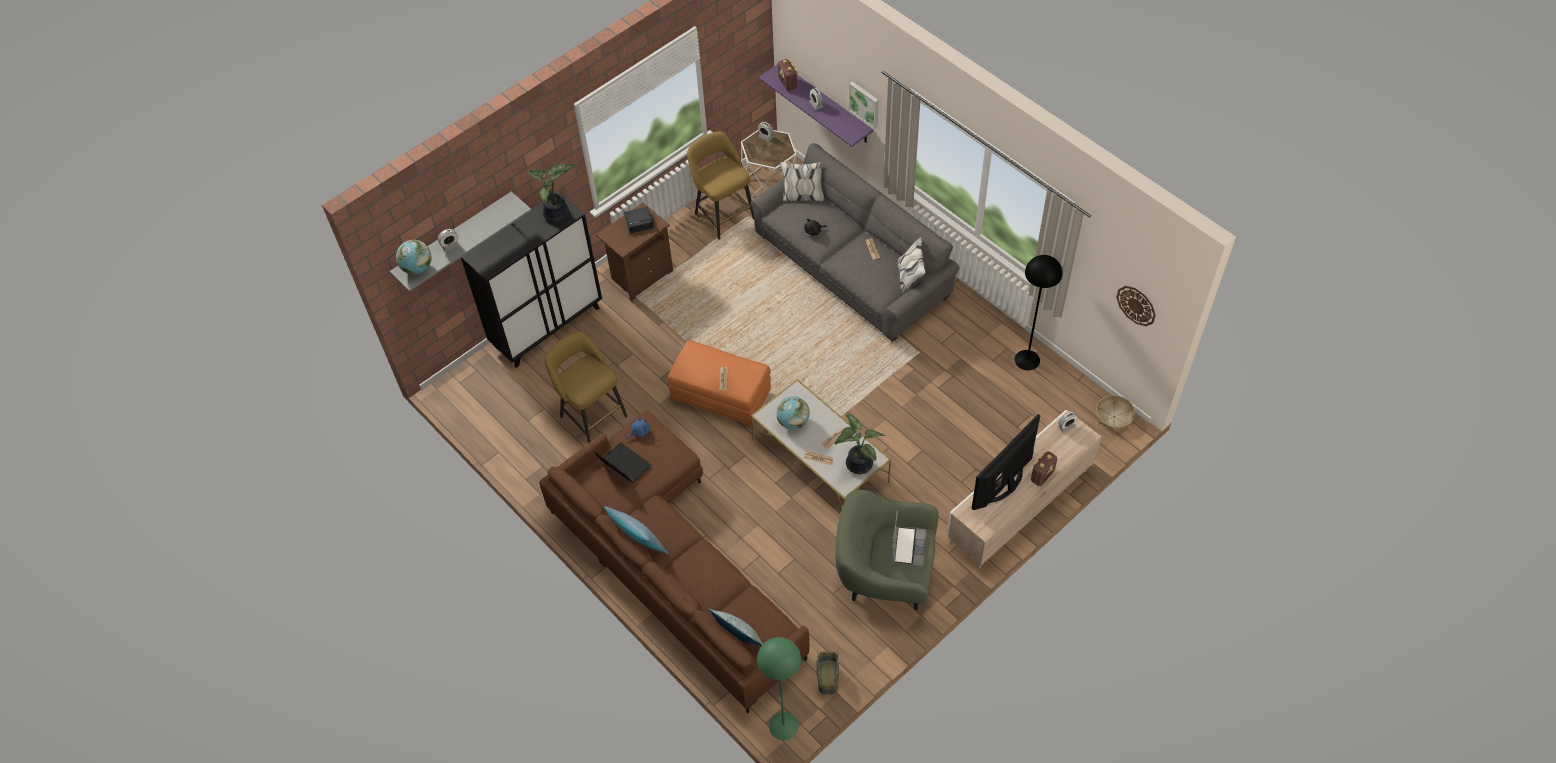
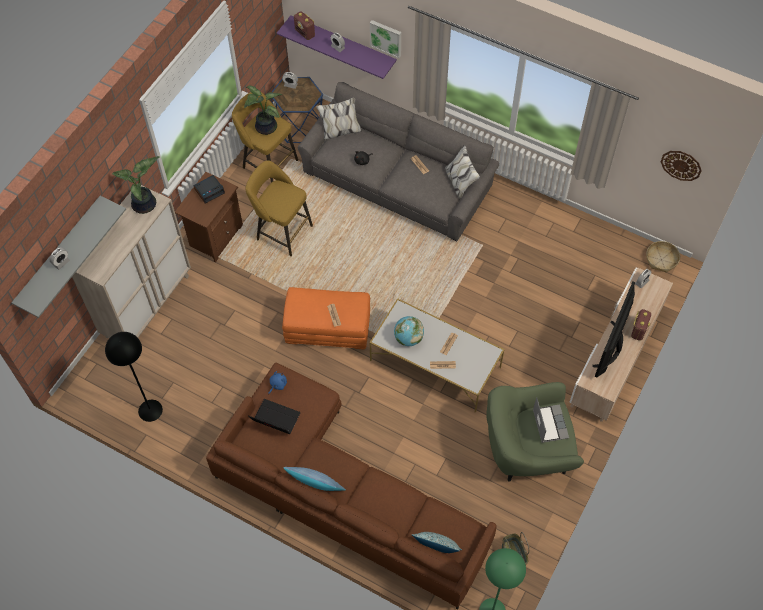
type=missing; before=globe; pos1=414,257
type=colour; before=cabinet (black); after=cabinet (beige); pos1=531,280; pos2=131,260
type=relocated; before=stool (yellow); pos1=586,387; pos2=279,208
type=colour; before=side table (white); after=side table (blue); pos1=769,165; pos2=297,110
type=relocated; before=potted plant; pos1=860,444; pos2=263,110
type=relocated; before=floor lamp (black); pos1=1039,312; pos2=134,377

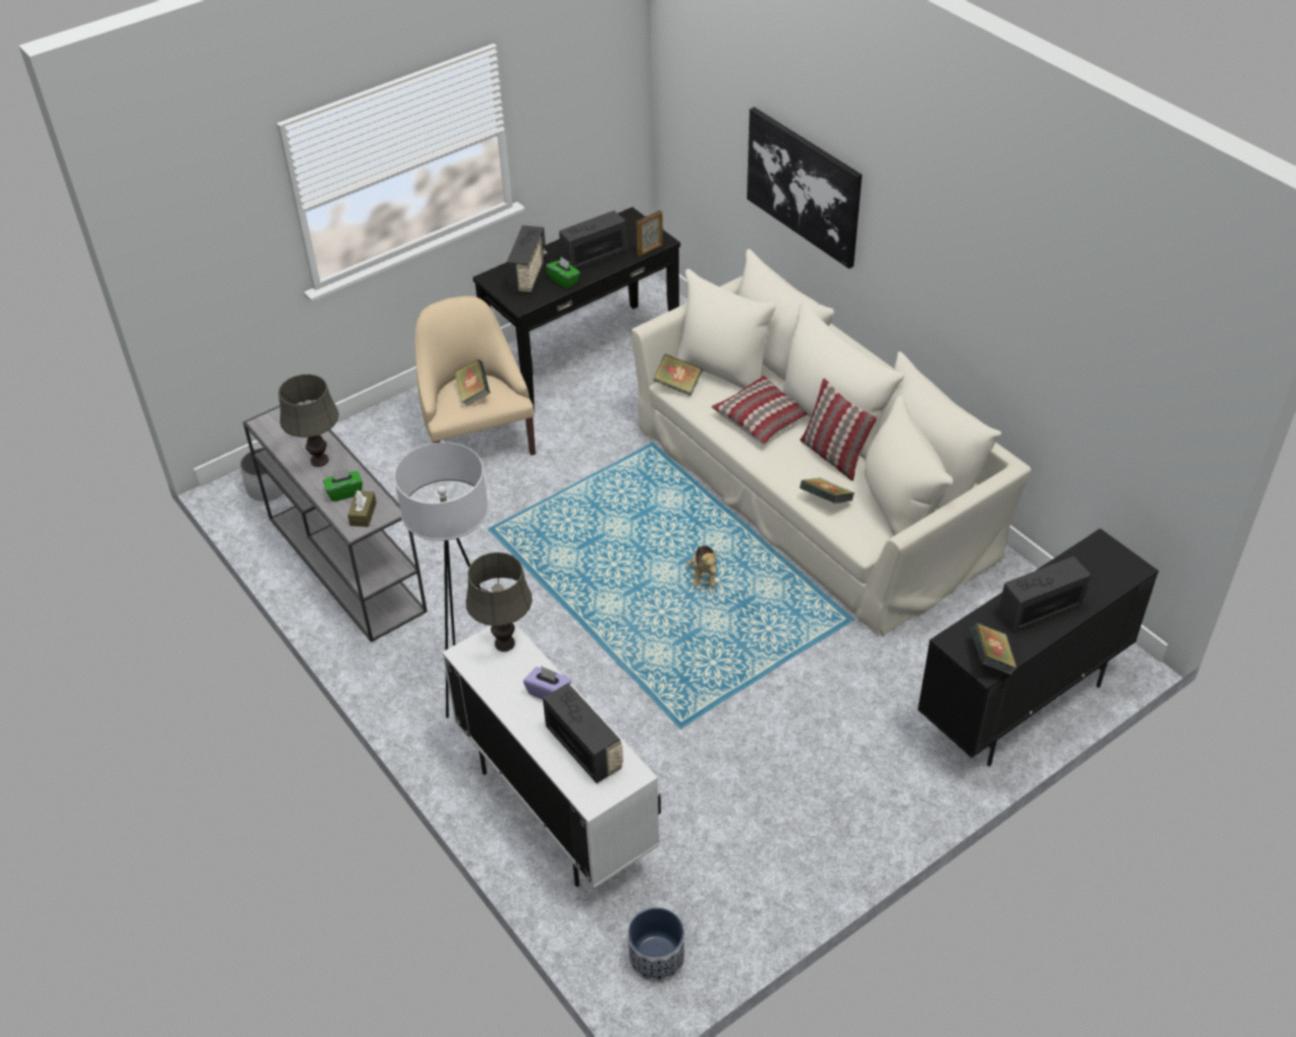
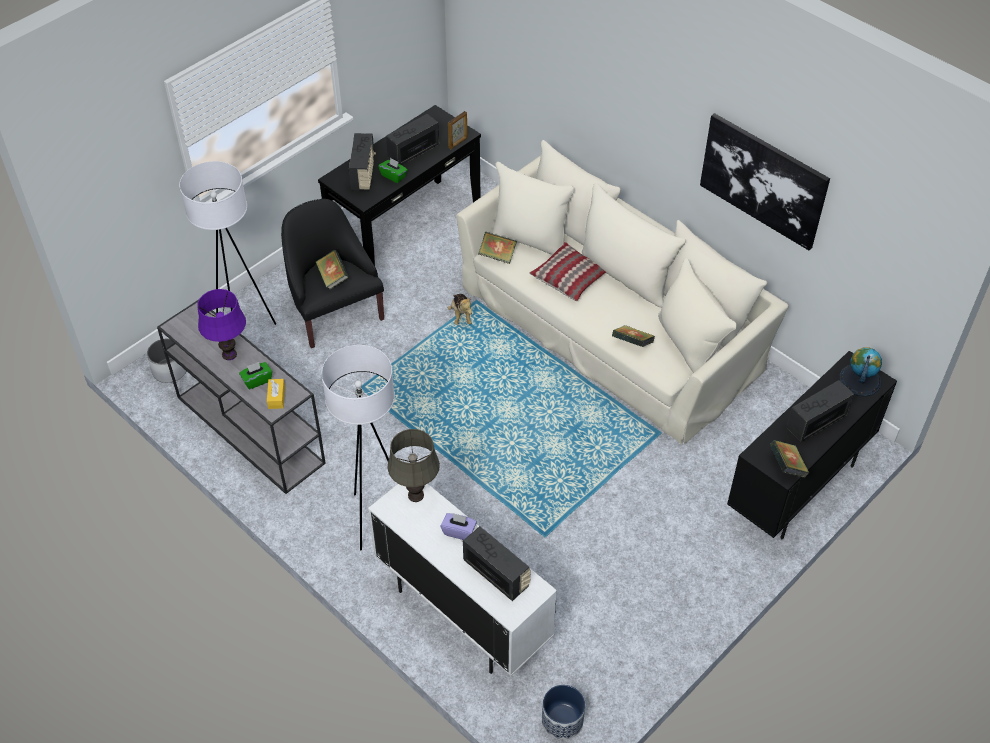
type=colour; before=table lamp (grey); after=table lamp (purple); pos1=308,420; pos2=221,324
type=colour; before=tissue box (brown); after=tissue box (yellow); pos1=362,508; pos2=276,394
type=colour; before=armchair (beige); after=armchair (black); pos1=475,375; pos2=332,273
type=relocated; before=plush toy; pos1=701,567; pos2=460,309
type=relocated; before=picture; pos1=804,188; pos2=765,181
type=missing; before=pillow; pos1=838,429
type=appeared; after=floor lamp (white); pos2=227,243
type=appeared; after=globe; pos2=860,372

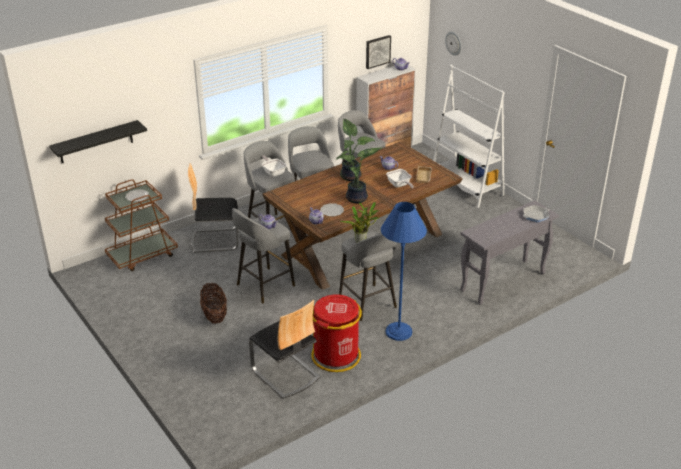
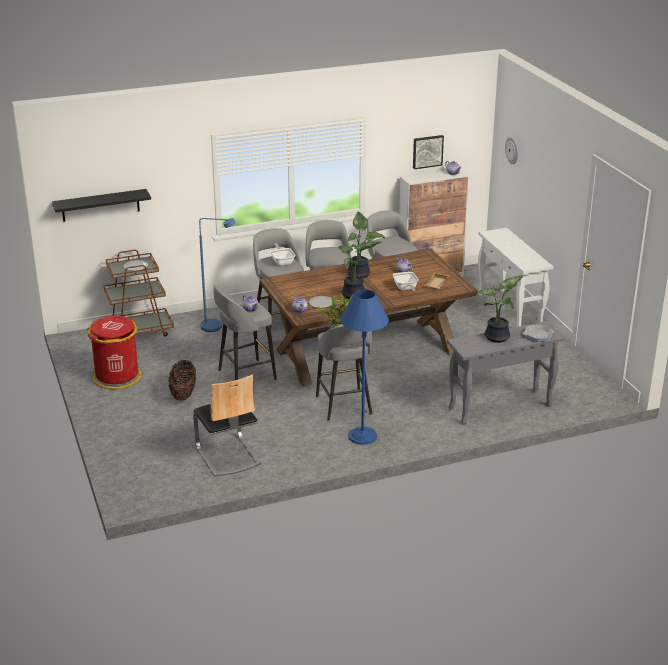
type=exchanged; before=chair; after=floor lamp (blue); pos1=213,208; pos2=217,275
type=relocated; before=trash can (red); pos1=336,333; pos2=114,352
type=exchanged; before=bookcase (white); after=console table (white); pos1=469,136; pos2=515,277
type=appeared; after=potted plant; pos2=501,309

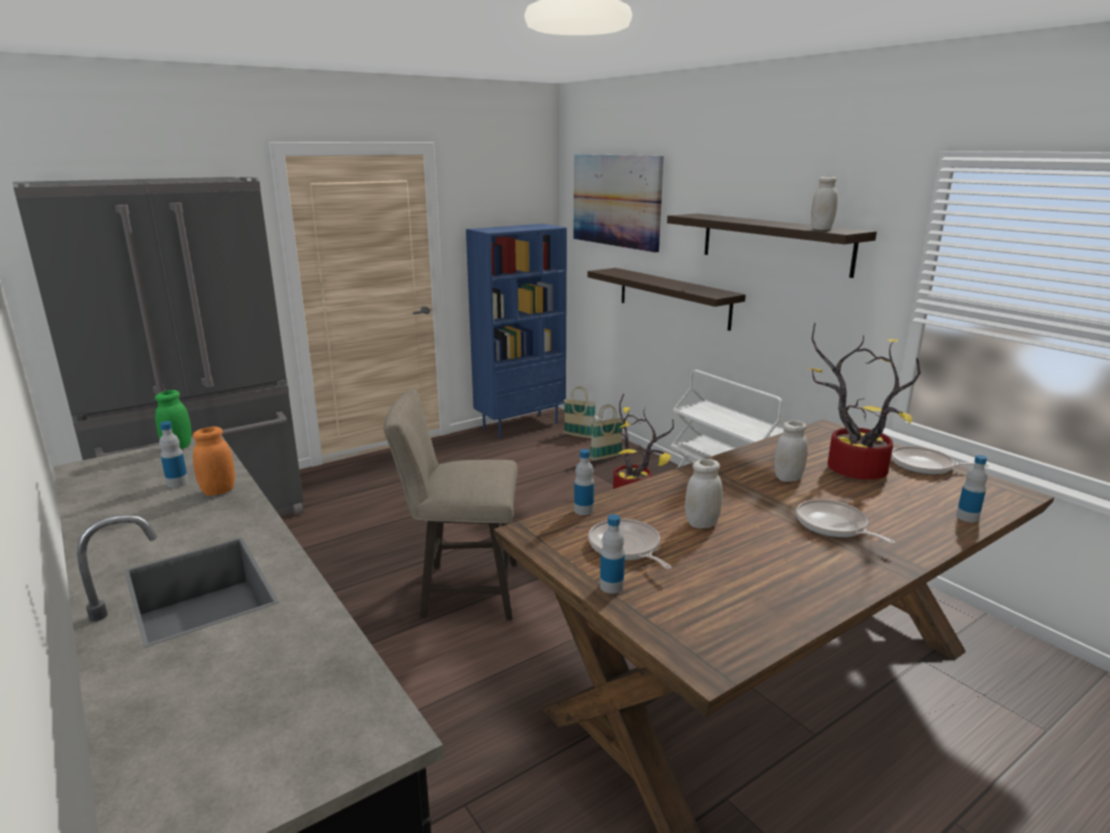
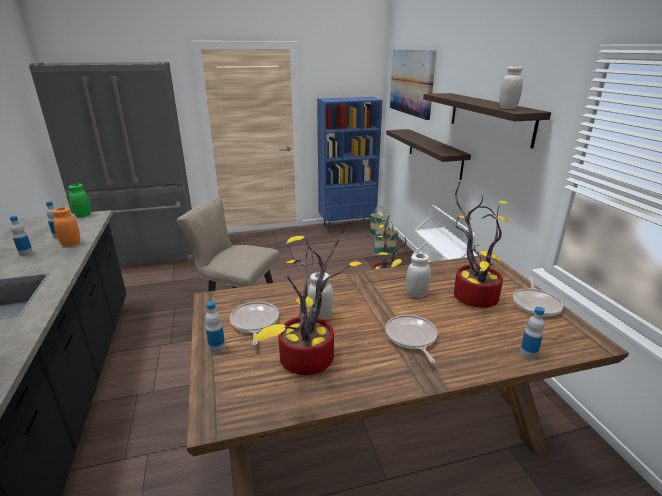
type=relocated; before=bottle; pos1=584,482; pos2=21,236
type=spun; before=frying pan; pos1=940,460; pos2=538,296; turn=-120
type=appeared; after=potted plant; pos2=307,298

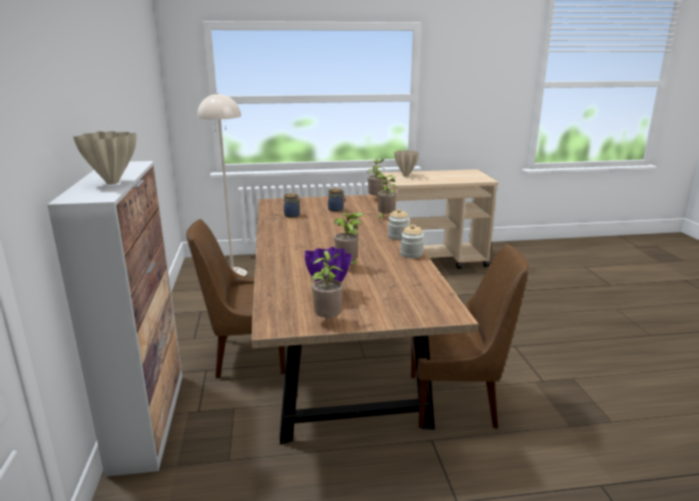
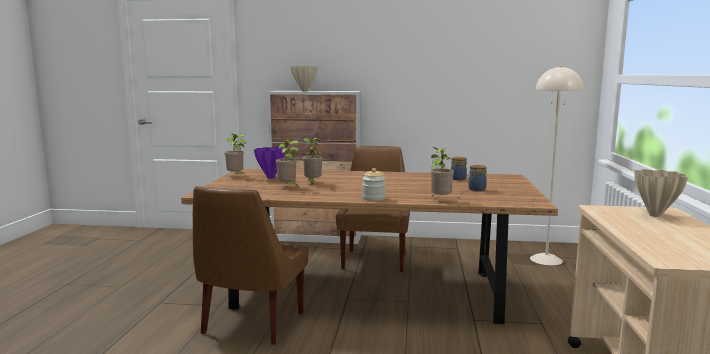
type=relocated; before=potted plant; pos1=375,177; pos2=287,164
type=missing; before=jar; pos1=412,241

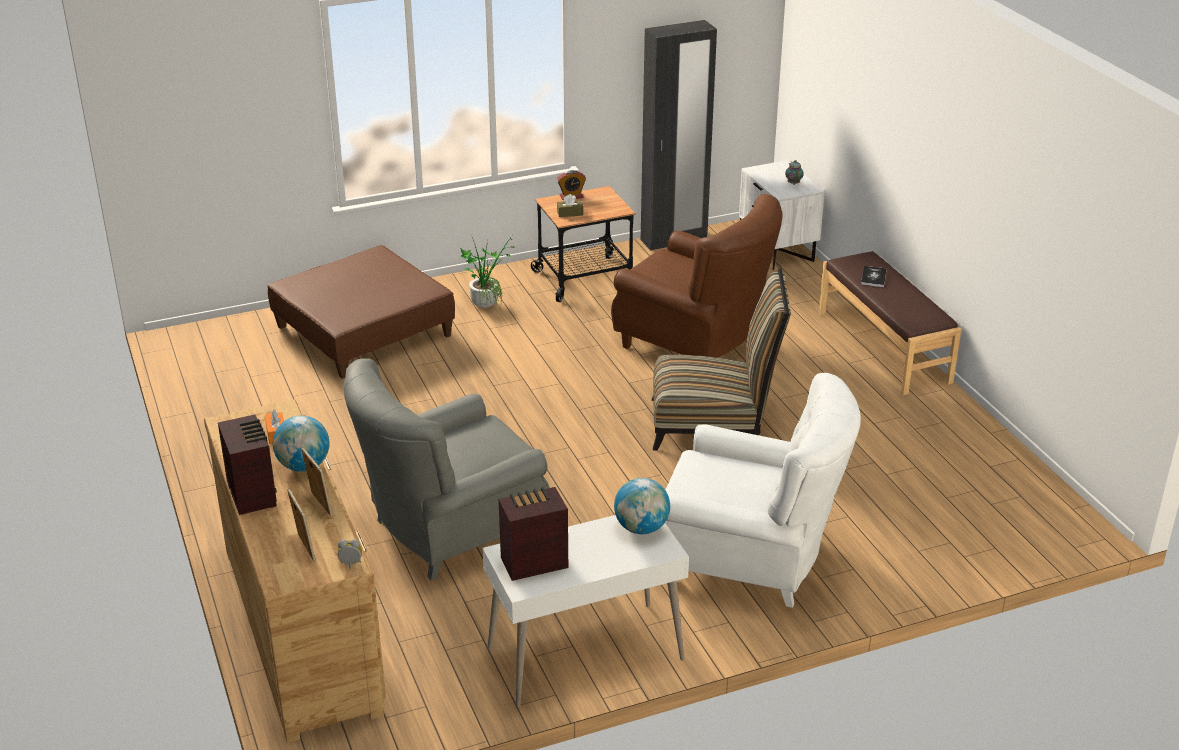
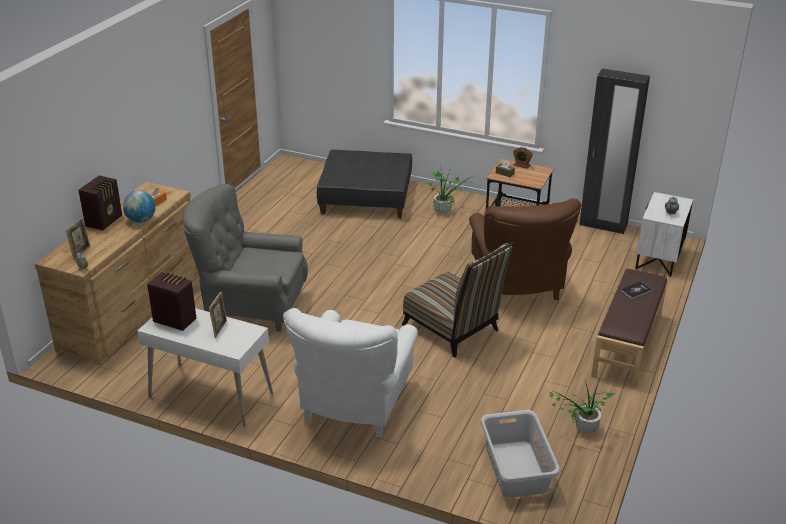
type=colour; before=ottoman (brown); after=ottoman (grey); pos1=361,312; pos2=364,184
type=relocated; before=picture frame; pos1=317,482; pos2=218,315
type=missing; before=globe; pos1=642,506
type=spun; before=armchair (white); pos1=763,490; pos2=350,373; turn=45
type=appeared; after=laundry basket (grey); pos2=520,454
type=appeared; after=potted plant; pos2=582,407

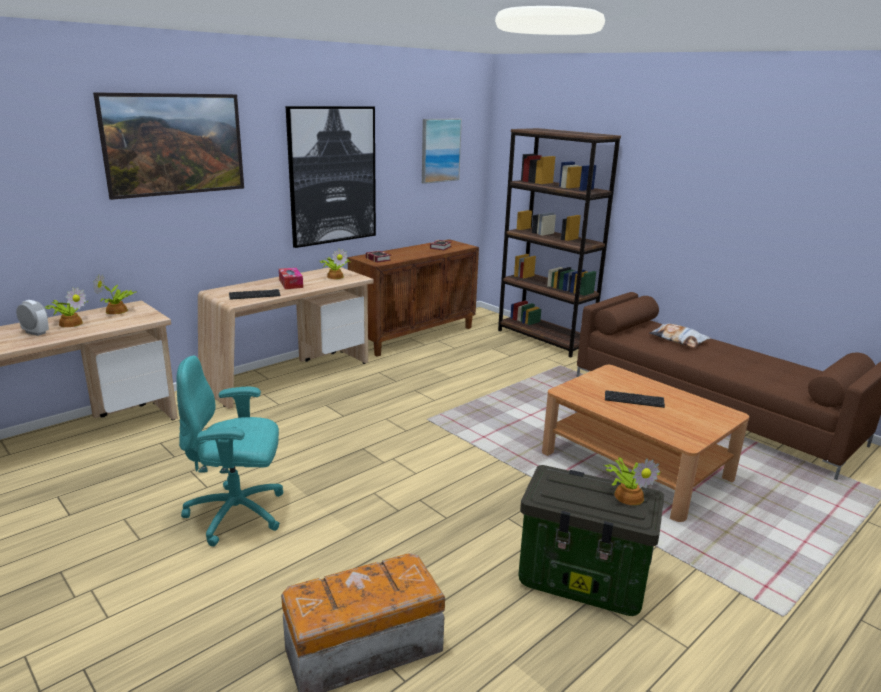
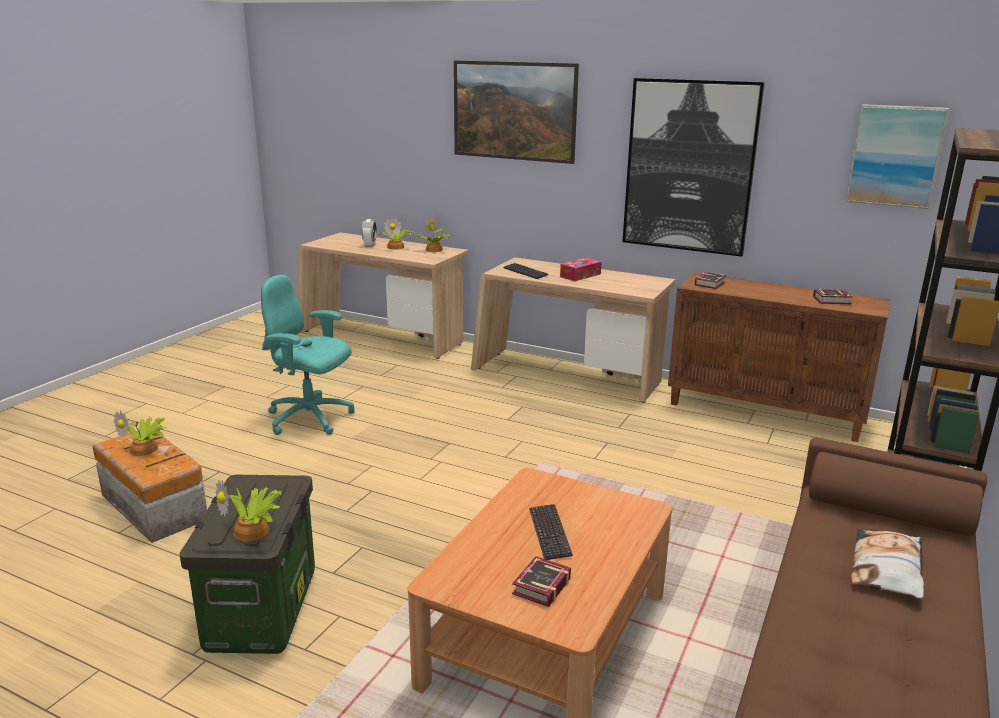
type=spun; before=office chair (turquoise); pos1=229,451; pos2=308,355; turn=-45
type=relocated; before=potted plant; pos1=335,263; pos2=139,433
type=appeared; after=book; pos2=541,581

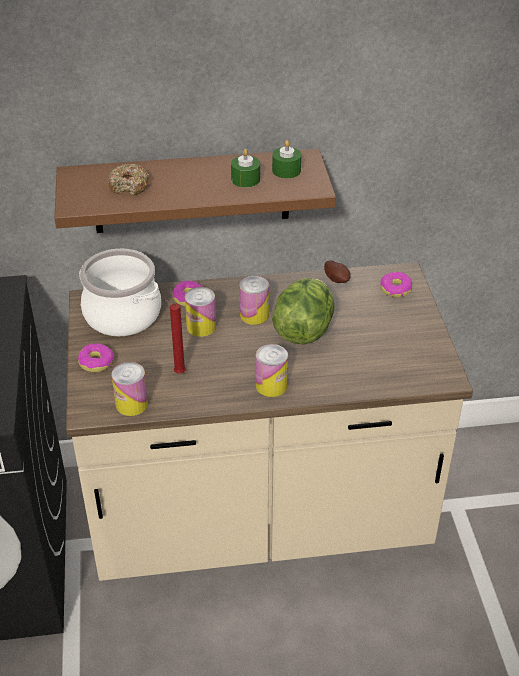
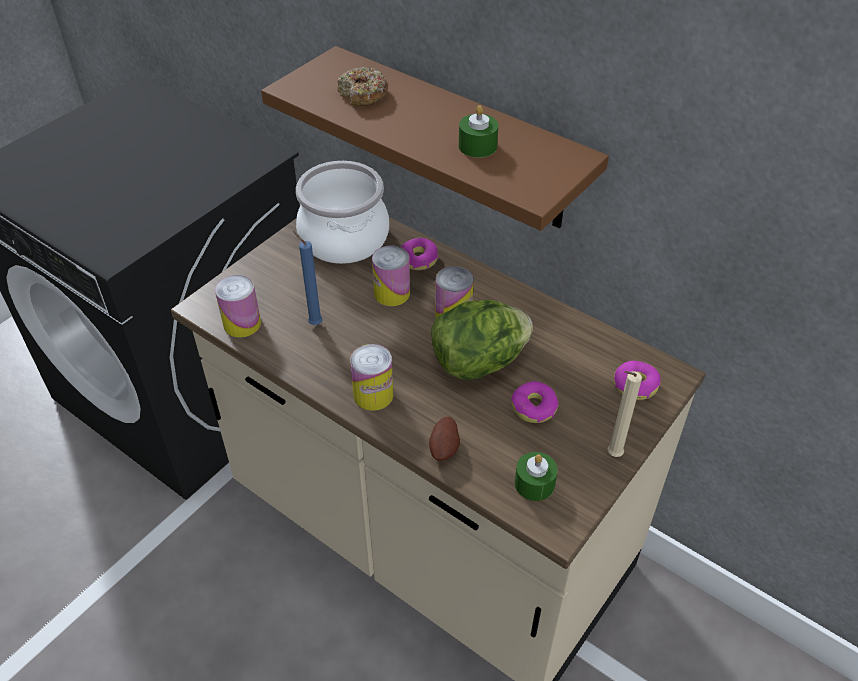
type=relocated; before=donut; pos1=96,357; pos2=534,402
type=colour; before=candle (red); after=candle (blue); pos1=175,337; pos2=307,278
type=relocated; before=candle (green); pos1=286,159; pos2=536,476
type=relocated; before=potato; pos1=337,271; pos2=444,438
type=appeared; after=candle (beige); pos2=625,414

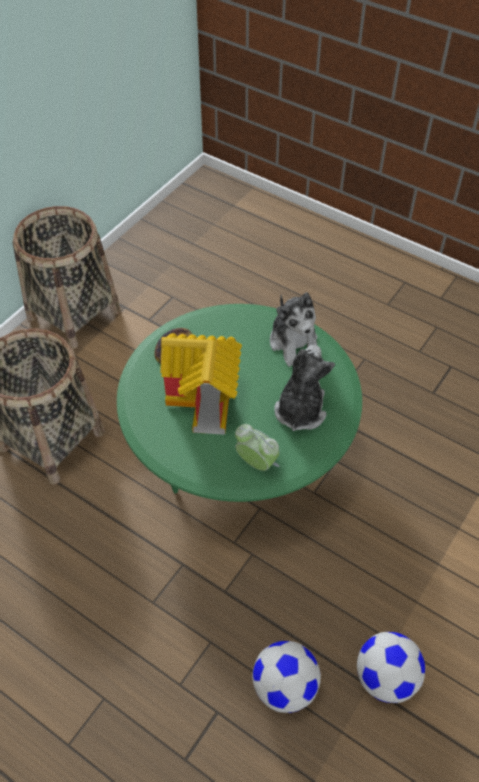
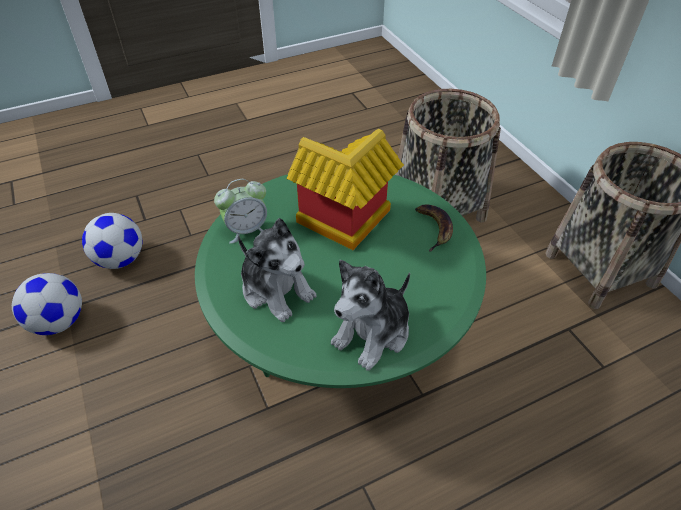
type=spun; before=plush toy; pos1=293,329; pos2=370,315; turn=-60

